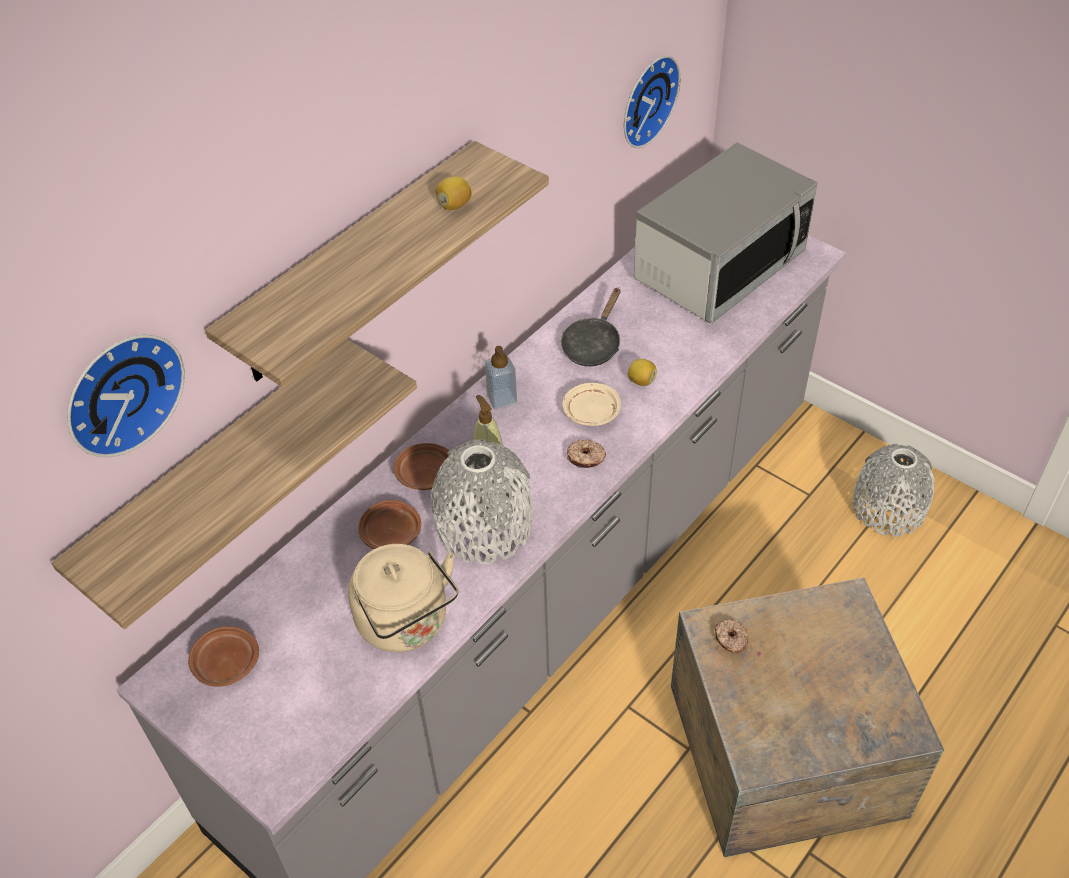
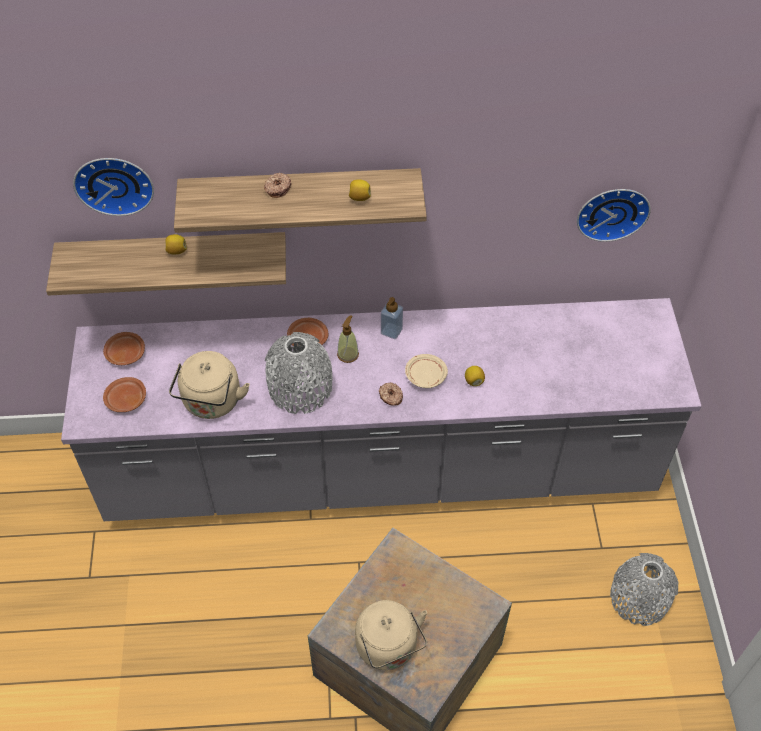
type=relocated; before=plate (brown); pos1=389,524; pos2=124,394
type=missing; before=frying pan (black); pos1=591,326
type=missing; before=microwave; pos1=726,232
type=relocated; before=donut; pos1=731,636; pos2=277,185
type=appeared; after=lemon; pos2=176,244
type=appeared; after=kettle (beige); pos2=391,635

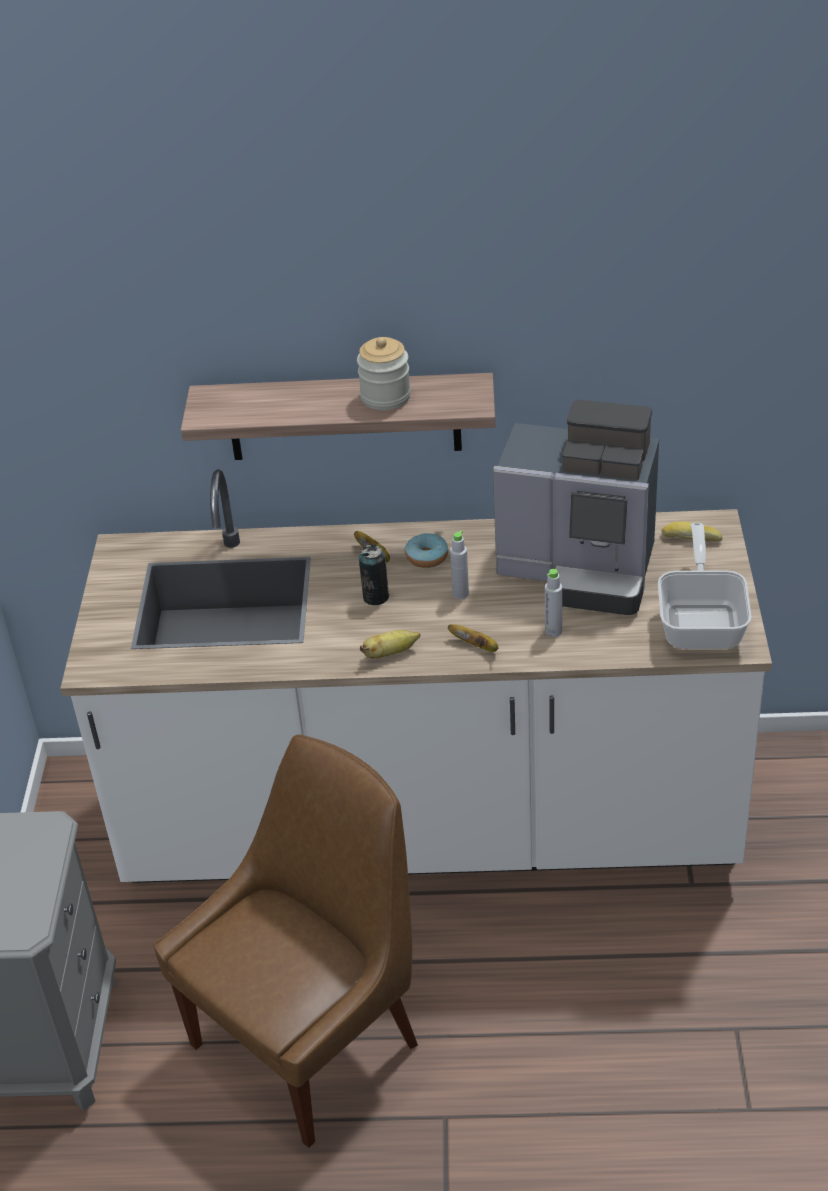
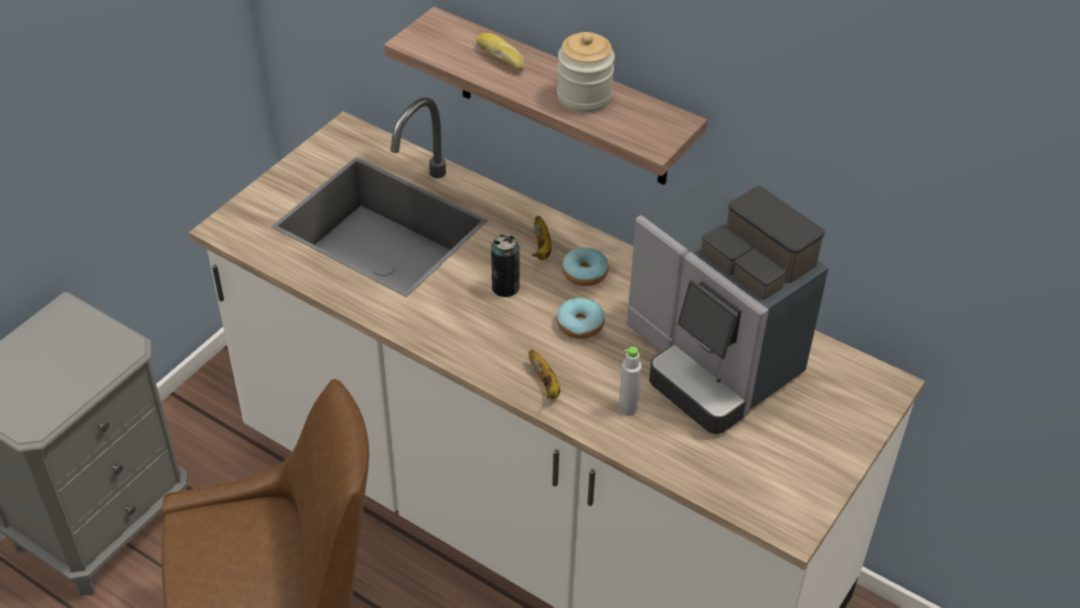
type=missing; before=banana; pos1=390,644
type=exchanged; before=bottle (grey); after=donut; pos1=459,564; pos2=581,318
type=missing; before=frying pan; pos1=705,586
type=relocated; before=bread; pos1=692,531; pos2=500,52

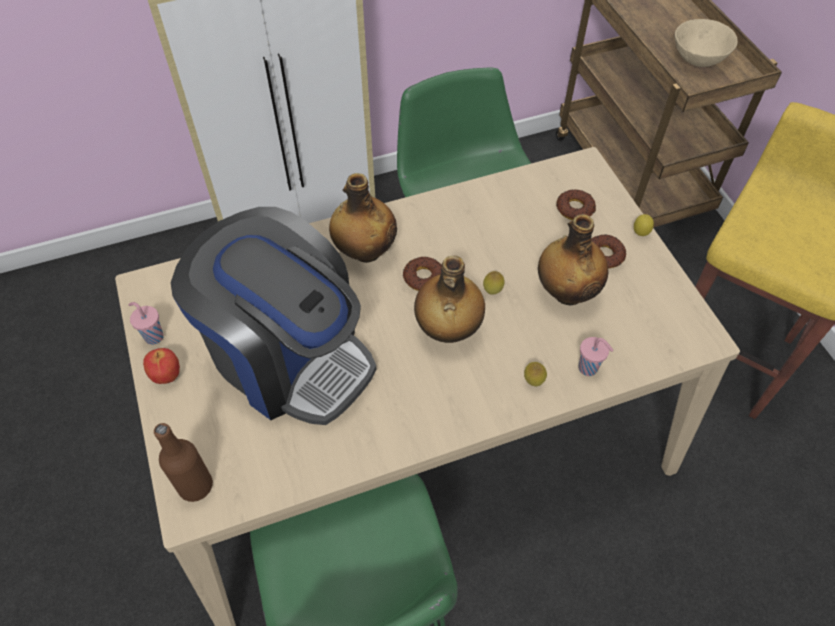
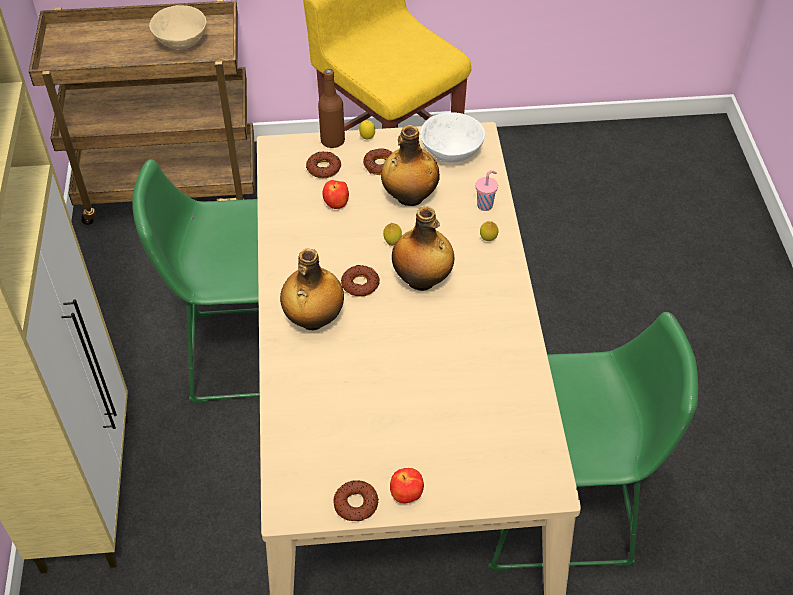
type=exchanged; before=cup (pink); after=donut; pos1=146,323; pos2=356,500
type=relocated; before=bottle (brown); pos1=183,462; pos2=331,108
type=missing; before=coffee machine; pos1=273,316
type=appeared; after=apple; pos2=335,194
type=appeared; after=bowl (white); pos2=452,137

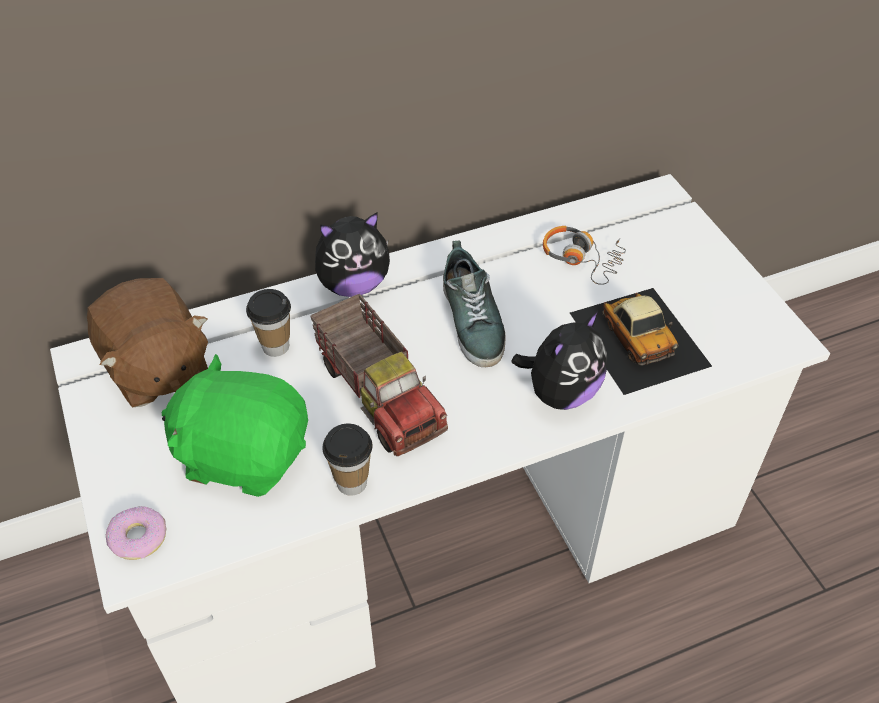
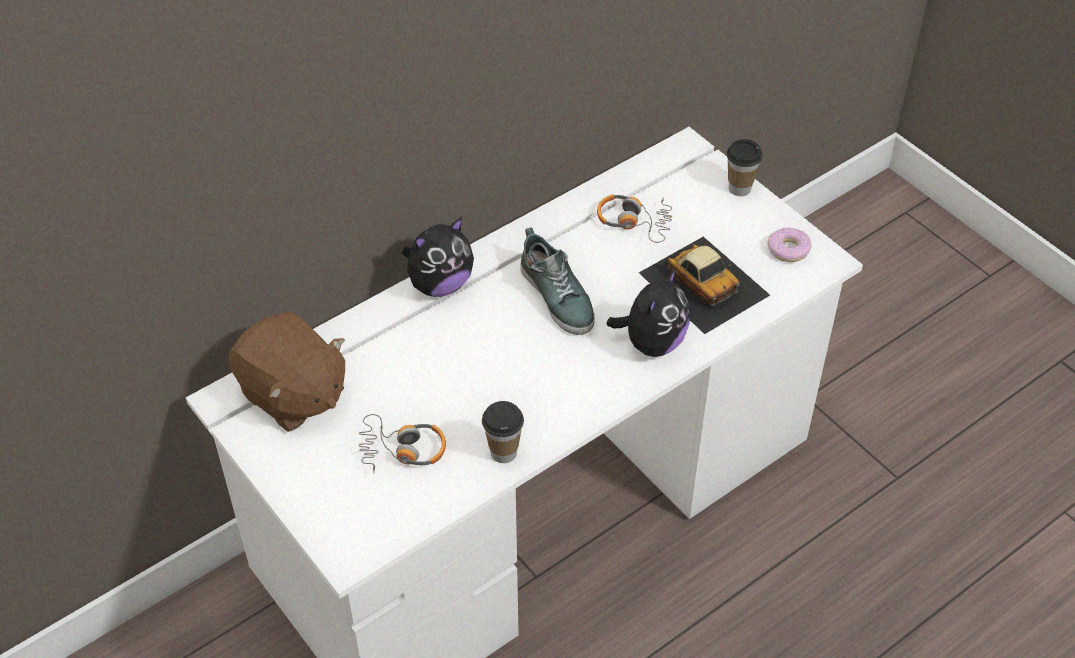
type=relocated; before=donut; pos1=136,533; pos2=789,245
type=exchanged; before=plush toy (green); after=headphones; pos1=235,425; pos2=402,444
type=relocated; before=cup; pos1=268,323; pos2=745,167
type=missing; before=toy truck; pos1=379,375

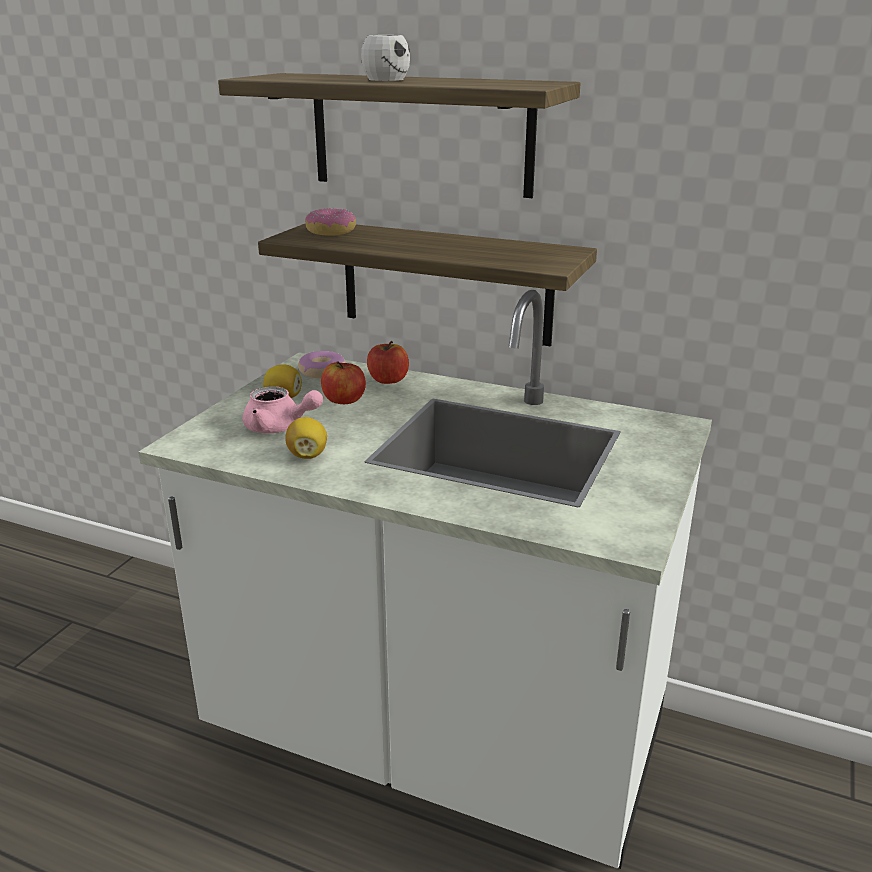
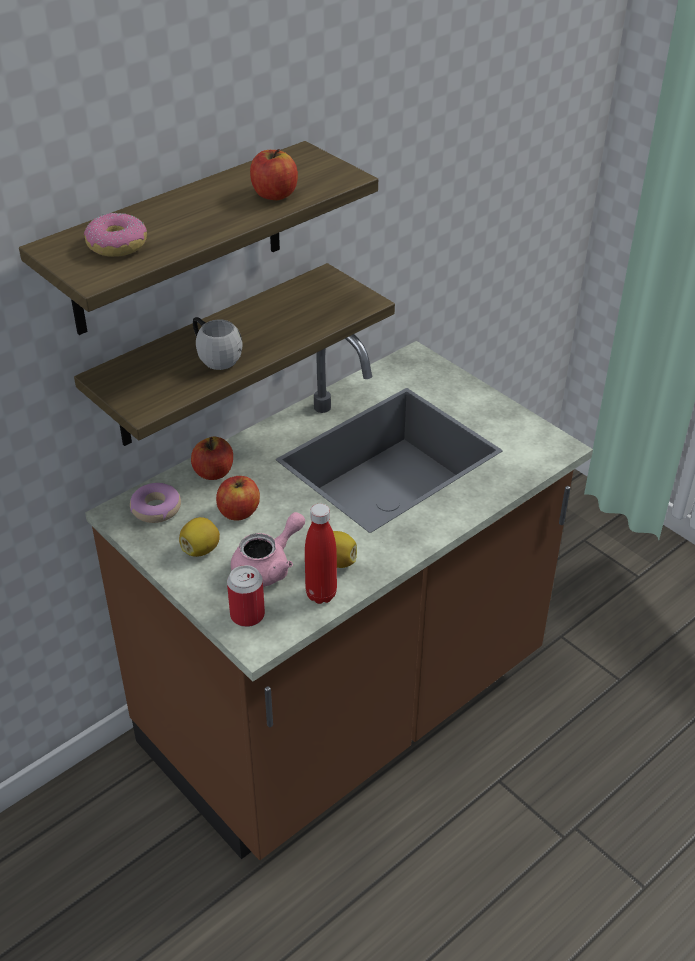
type=colour; before=counter (white); after=counter (brown); pos1=425,579; pos2=339,597
type=relocated; before=donut; pos1=330,222; pos2=115,234
type=relocated; before=mug (white); pos1=385,58; pos2=217,343
type=appeared; after=can; pos2=246,596
type=appeared; after=apple; pos2=274,174
type=appeared; after=bottle (red); pos2=321,554

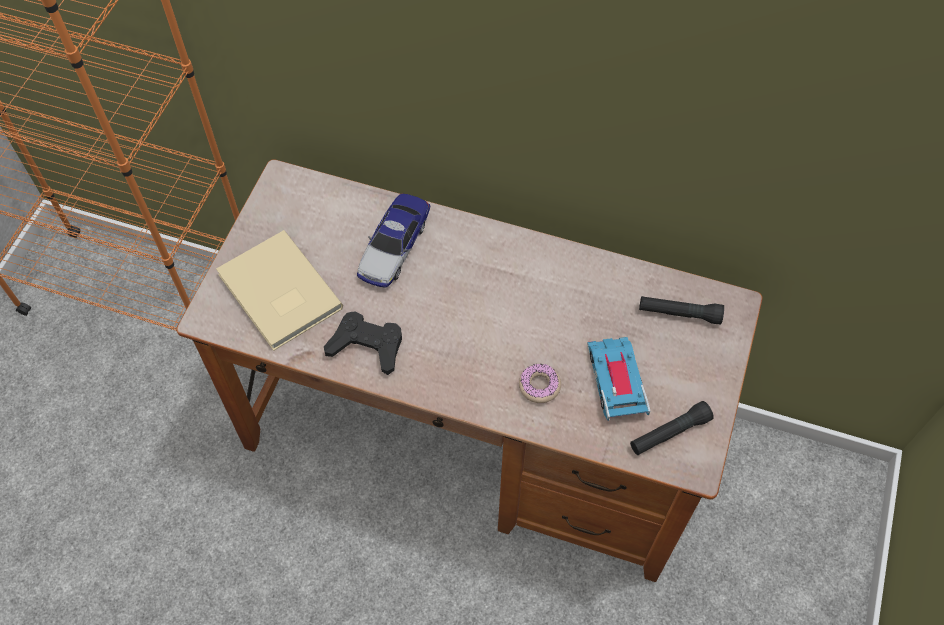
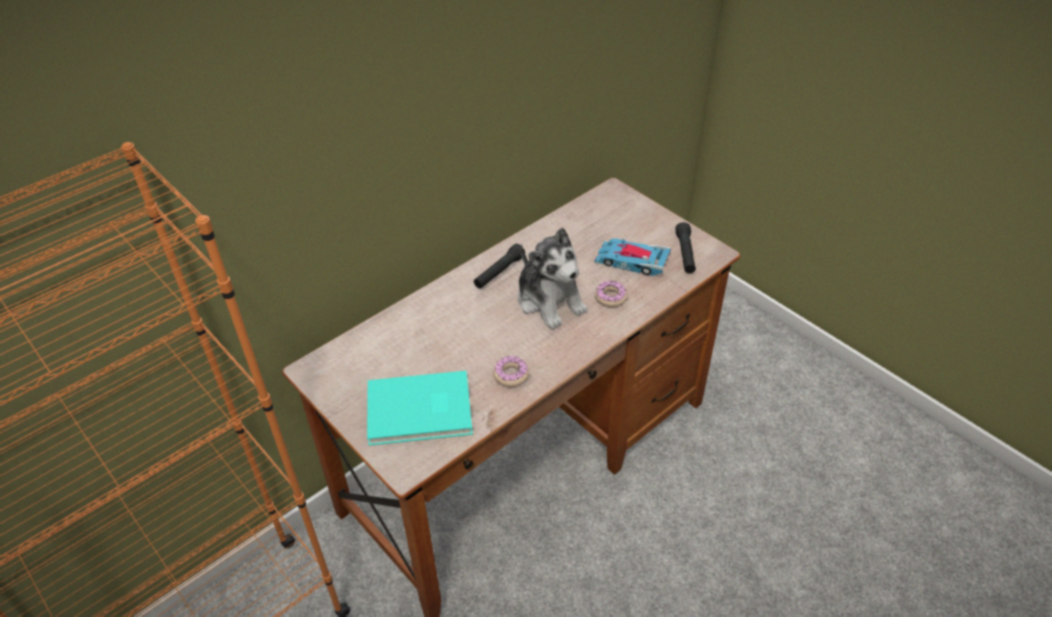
type=colour; before=book (beige); after=book (turquoise); pos1=279,290; pos2=420,408
type=exchanged; before=game controller (black); after=donut; pos1=363,343; pos2=511,371
type=missing; before=toy car; pos1=393,241
type=relocated; before=flashlight (black); pos1=681,310; pos2=499,266
type=appeared; after=plush toy; pos2=553,278

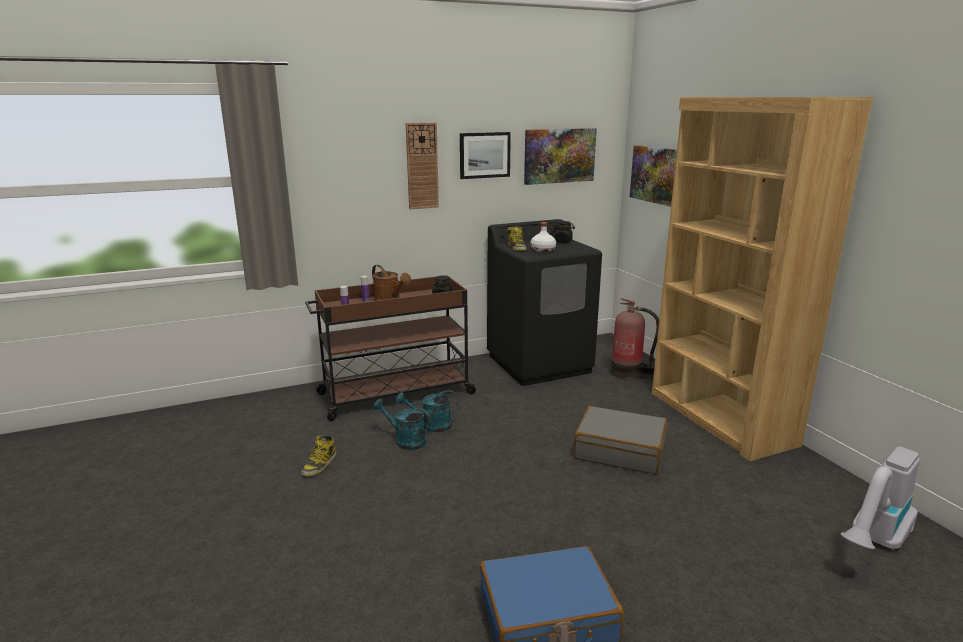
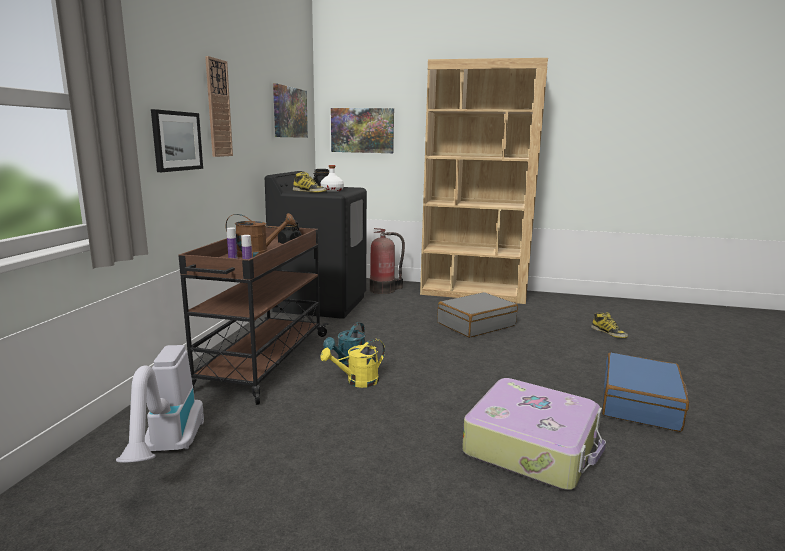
type=relocated; before=boot; pos1=319,456; pos2=609,325
type=colour; before=watering can (turquoise); after=watering can (yellow); pos1=402,424; pos2=352,363
type=relocated; before=picture; pos1=485,155; pos2=177,140
type=relocated; before=vacuum cleaner; pos1=880,498; pos2=160,404
type=appeared; after=suitcase; pos2=534,434

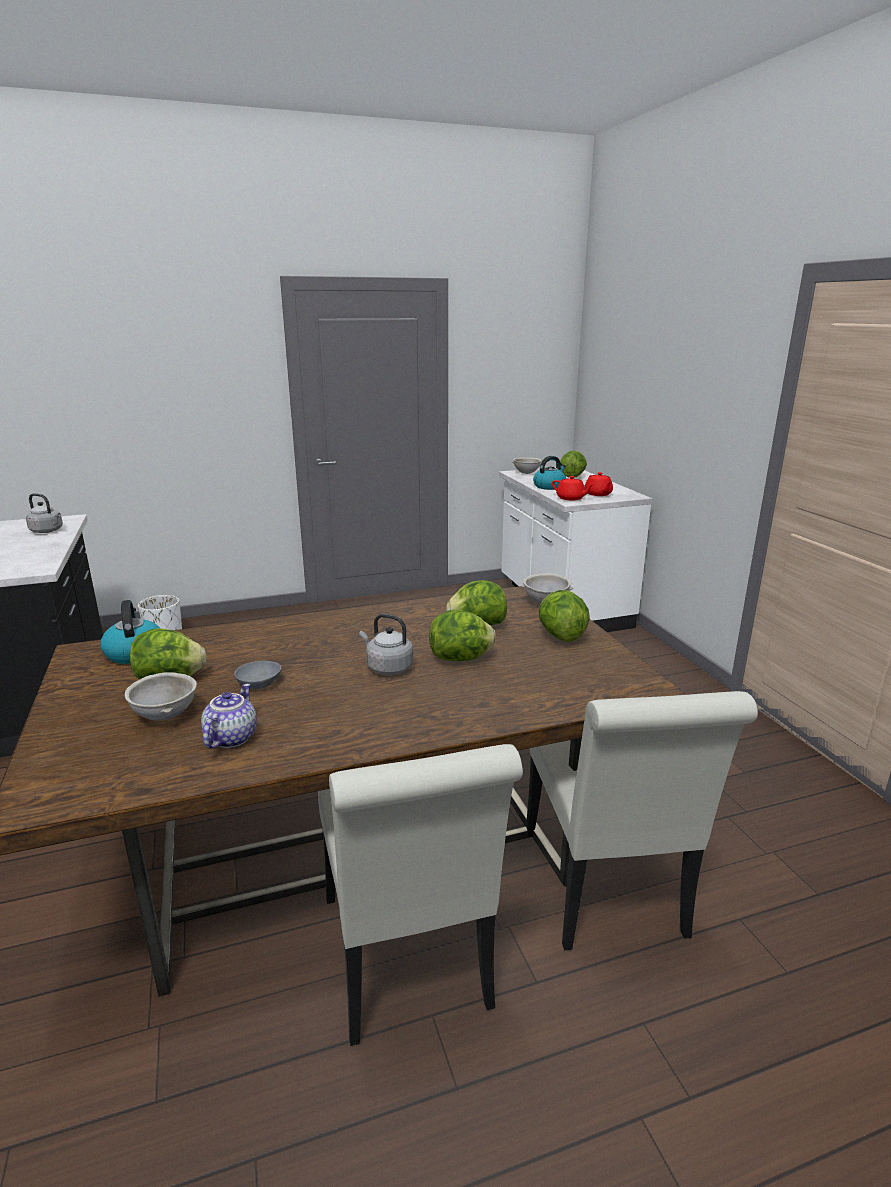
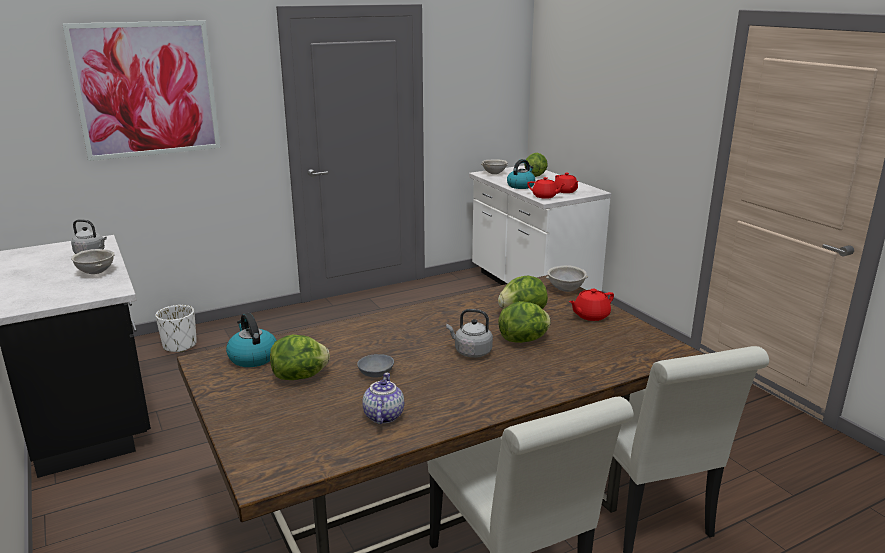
type=relocated; before=bowl (grey); pos1=161,696; pos2=93,261
type=exchanged; before=lettuce; after=teapot (red); pos1=564,616; pos2=591,305
type=appeared; after=picture; pos2=141,90

